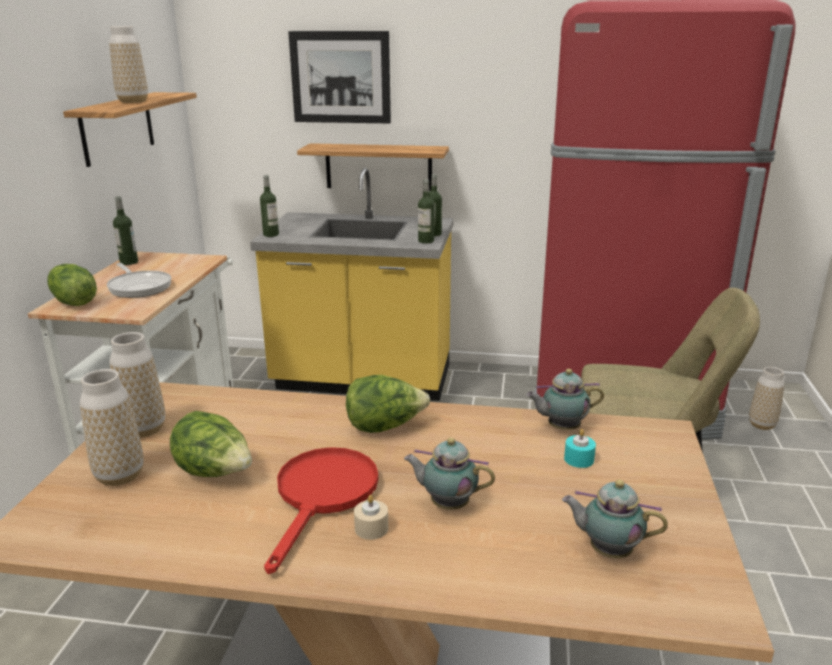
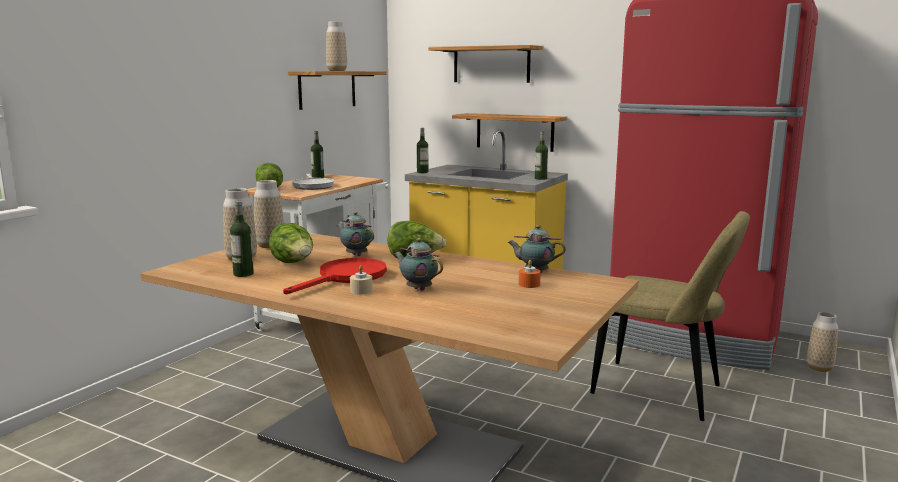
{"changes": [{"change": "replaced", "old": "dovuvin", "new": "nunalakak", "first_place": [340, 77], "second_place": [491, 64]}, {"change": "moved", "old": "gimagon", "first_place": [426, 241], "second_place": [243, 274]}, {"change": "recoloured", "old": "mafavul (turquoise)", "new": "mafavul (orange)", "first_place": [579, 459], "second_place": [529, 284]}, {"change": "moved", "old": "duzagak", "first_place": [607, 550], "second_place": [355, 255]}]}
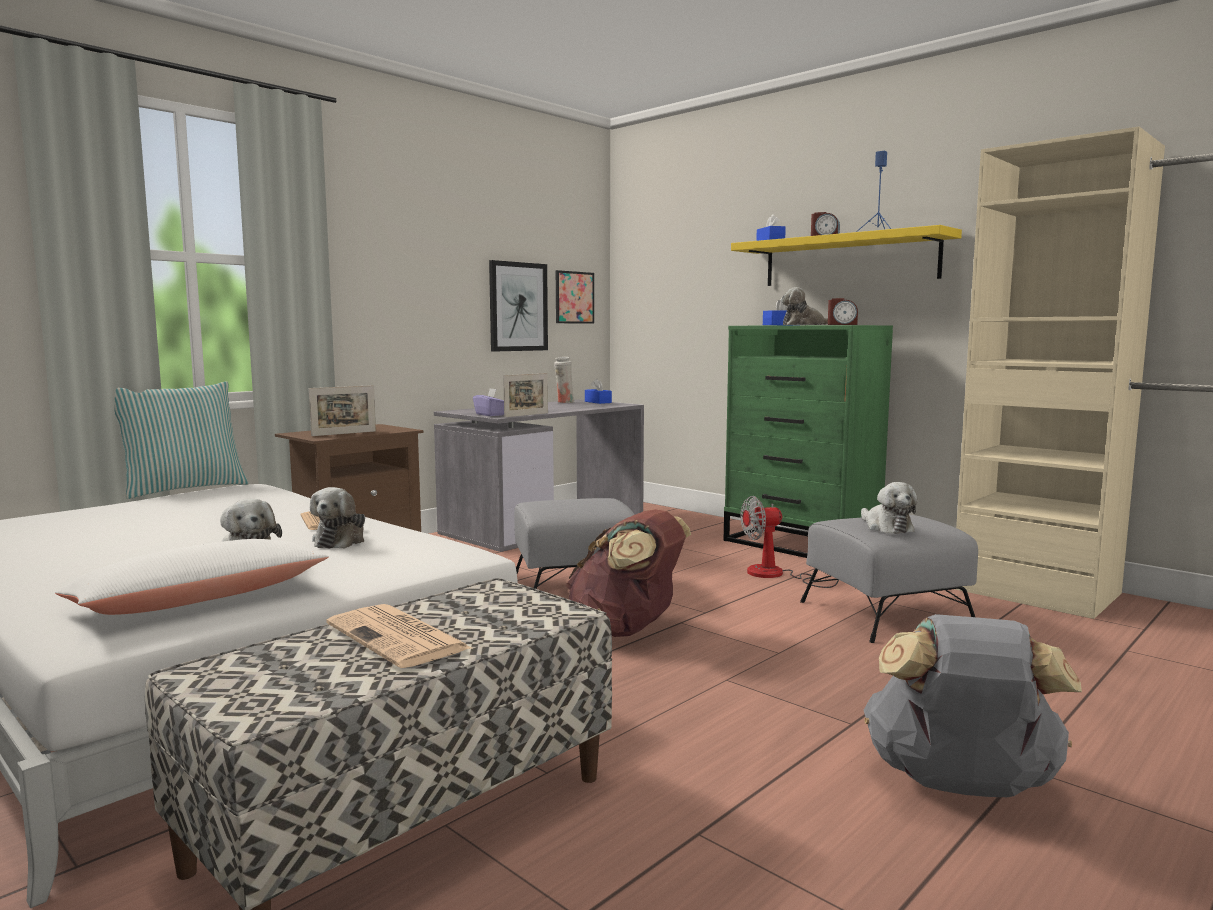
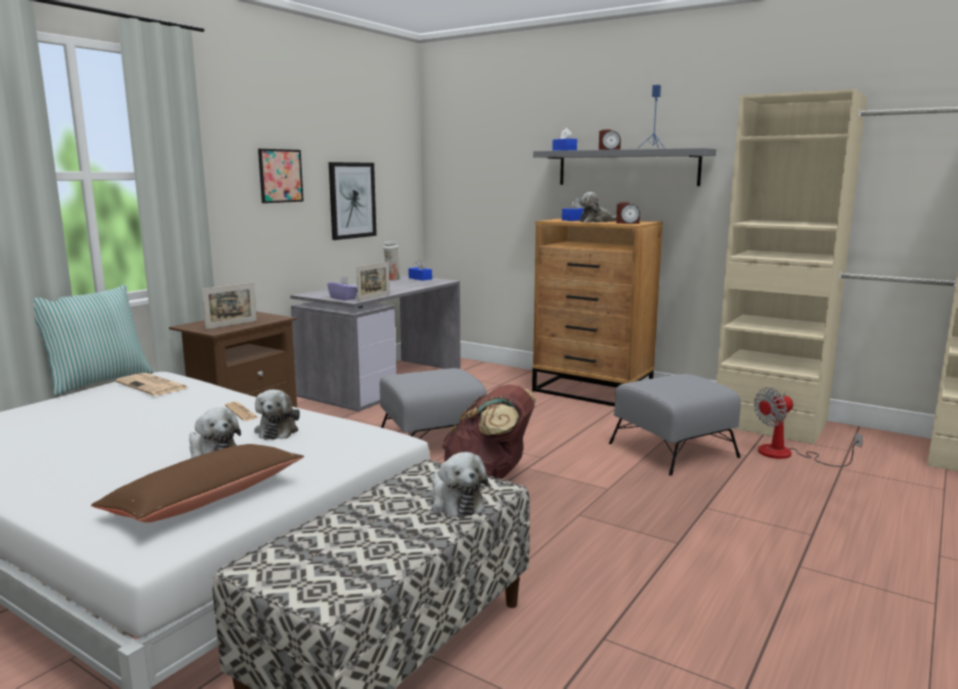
{"changes": [{"change": "recoloured", "old": "nunalakak (yellow)", "new": "nunalakak (grey)", "first_place": [849, 260], "second_place": [627, 168]}, {"change": "moved", "old": "dovuvin", "first_place": [574, 297], "second_place": [280, 176]}, {"change": "recoloured", "old": "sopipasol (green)", "new": "sopipasol (brown)", "first_place": [801, 545], "second_place": [592, 392]}, {"change": "moved", "old": "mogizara", "first_place": [886, 527], "second_place": [455, 503]}, {"change": "moved", "old": "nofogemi", "first_place": [777, 575], "second_place": [787, 455]}, {"change": "recoloured", "old": "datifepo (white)", "new": "datifepo (brown)", "first_place": [199, 600], "second_place": [205, 499]}, {"change": "moved", "old": "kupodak", "first_place": [399, 637], "second_place": [153, 385]}, {"change": "removed", "old": "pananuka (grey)", "first_place": [960, 786]}]}
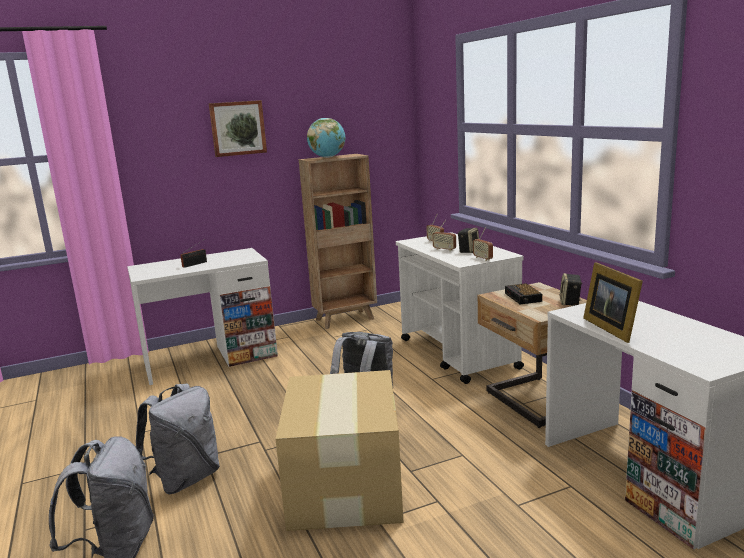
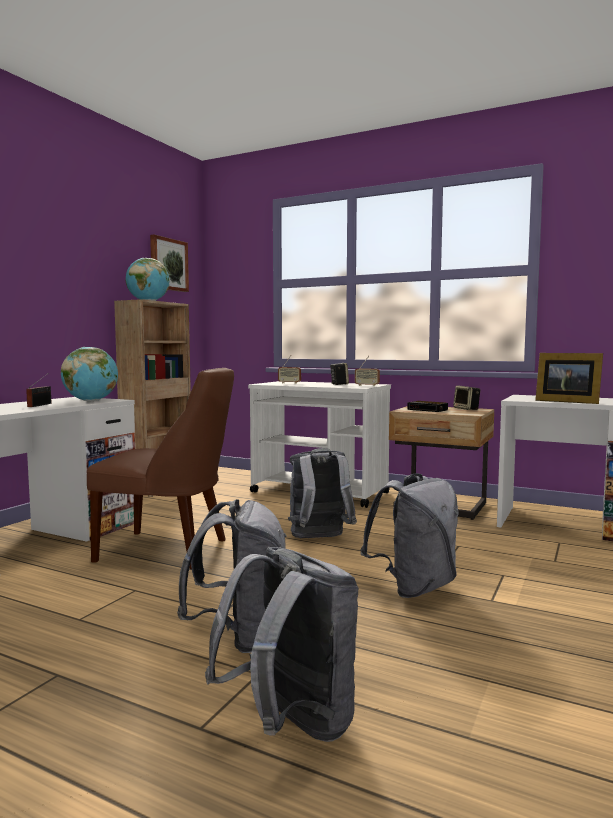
{"changes": [{"change": "moved", "old": "dovuvin", "first_place": [237, 128], "second_place": [168, 264]}, {"change": "removed", "old": "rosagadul", "first_place": [444, 249]}, {"change": "replaced", "old": "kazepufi", "new": "pananuka (grey)", "first_place": [346, 484], "second_place": [414, 587]}, {"change": "added", "new": "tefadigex", "second_place": [91, 401]}, {"change": "added", "new": "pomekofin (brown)", "second_place": [168, 550]}]}
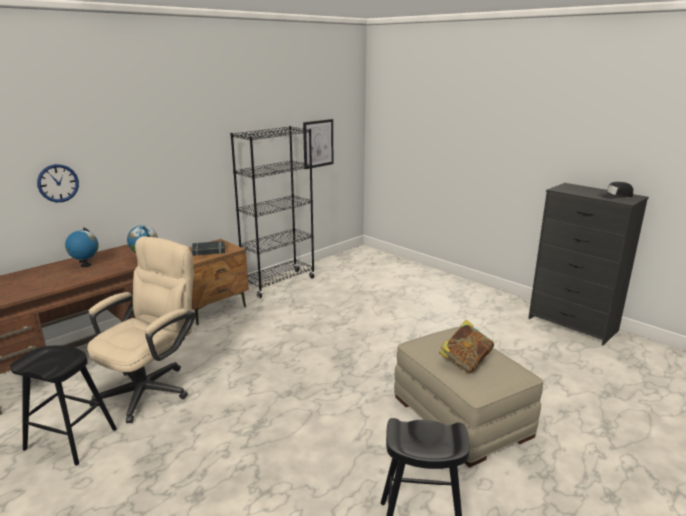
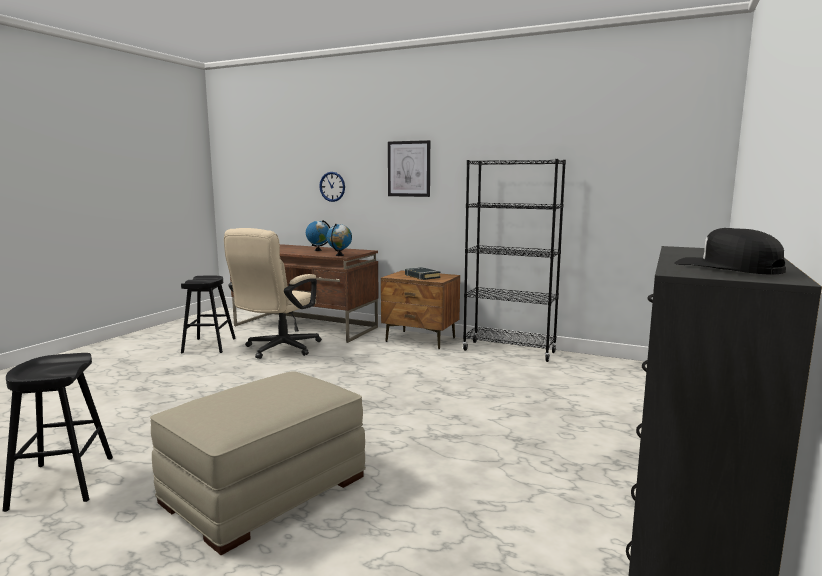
{"changes": [{"change": "moved", "old": "dovuvin", "first_place": [318, 143], "second_place": [409, 169]}, {"change": "turned", "old": "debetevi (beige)", "first_place": [151, 387], "second_place": [278, 349], "degrees": 105}, {"change": "removed", "old": "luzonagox", "first_place": [465, 362]}]}
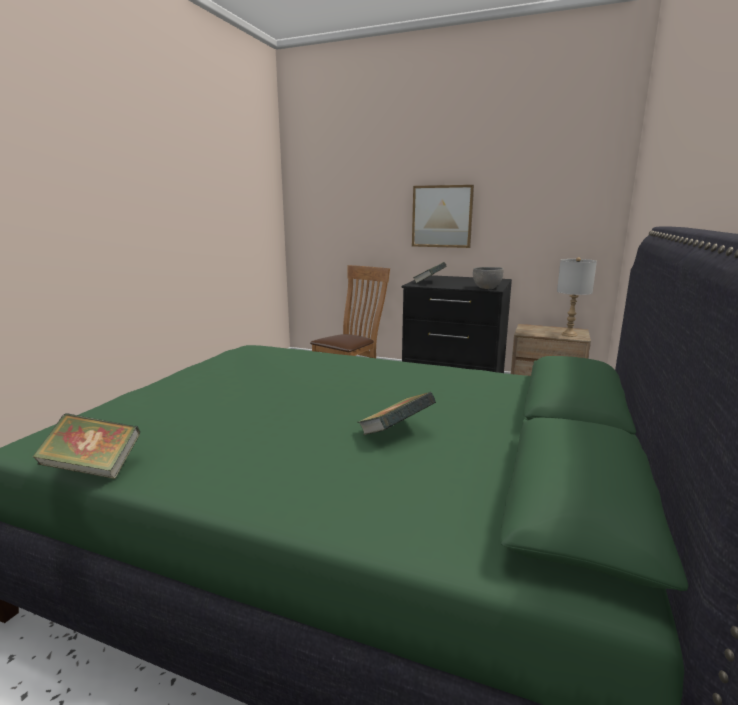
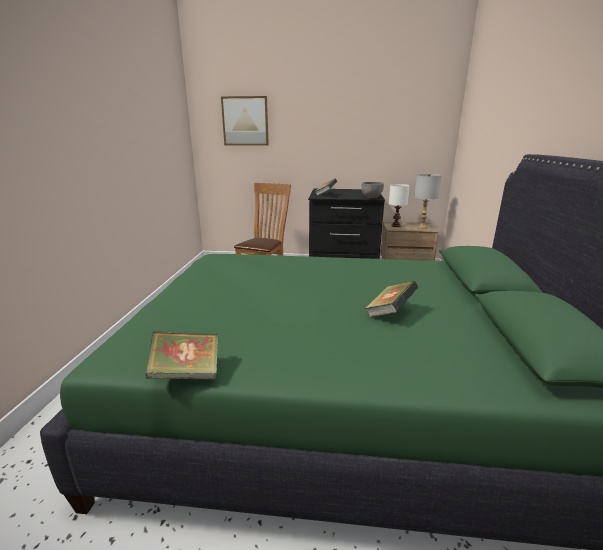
{"changes": [{"change": "moved", "old": "dovuvin", "first_place": [442, 216], "second_place": [245, 121]}, {"change": "added", "new": "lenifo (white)", "second_place": [396, 225]}]}
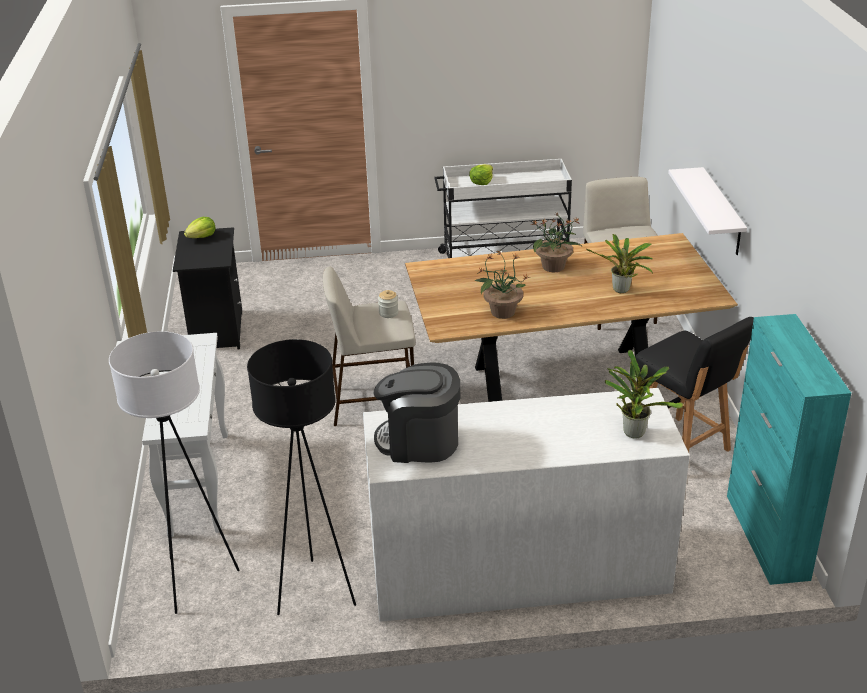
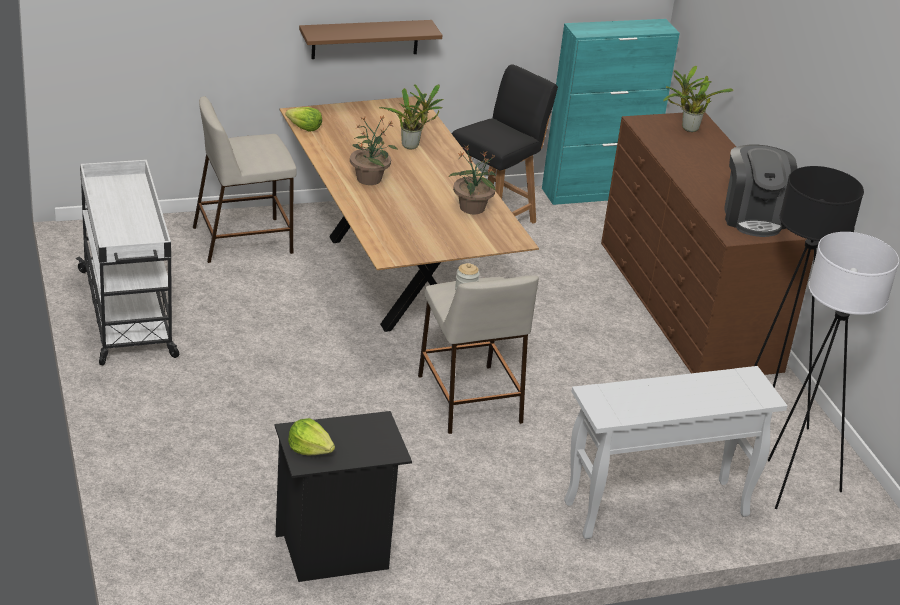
{"changes": [{"change": "moved", "old": "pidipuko", "first_place": [481, 182], "second_place": [304, 128]}, {"change": "recoloured", "old": "nunalakak (white)", "new": "nunalakak (brown)", "first_place": [722, 212], "second_place": [365, 39]}, {"change": "recoloured", "old": "sopipasol (white)", "new": "sopipasol (brown)", "first_place": [517, 569], "second_place": [688, 305]}]}
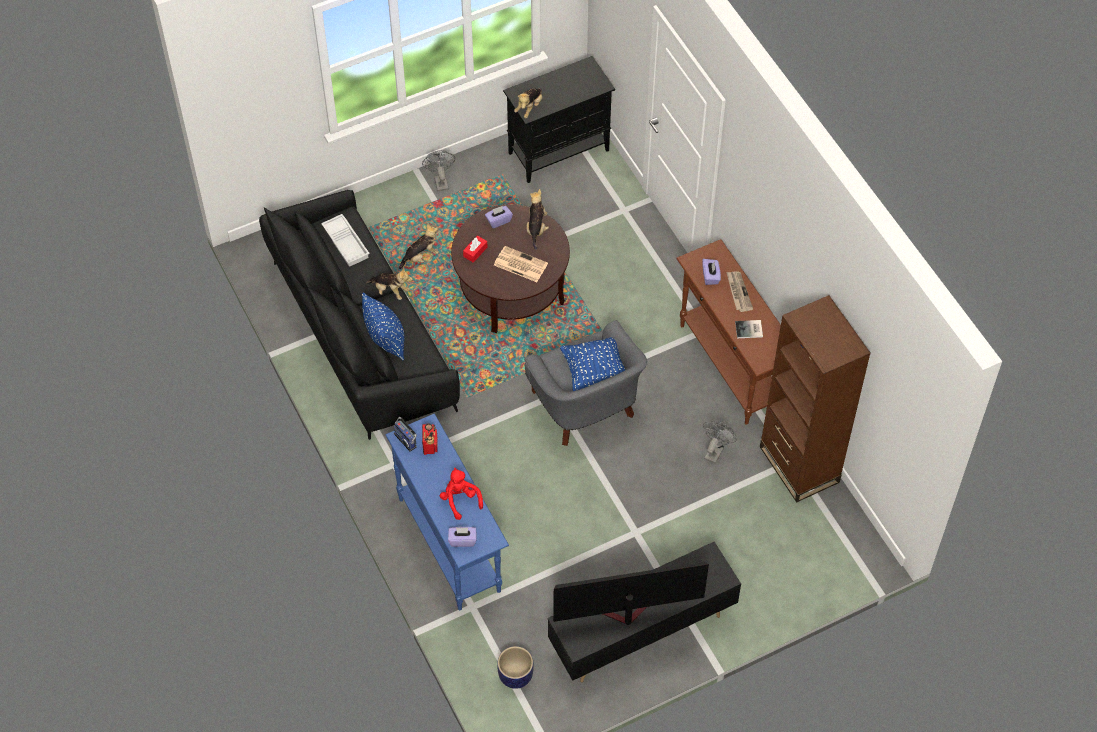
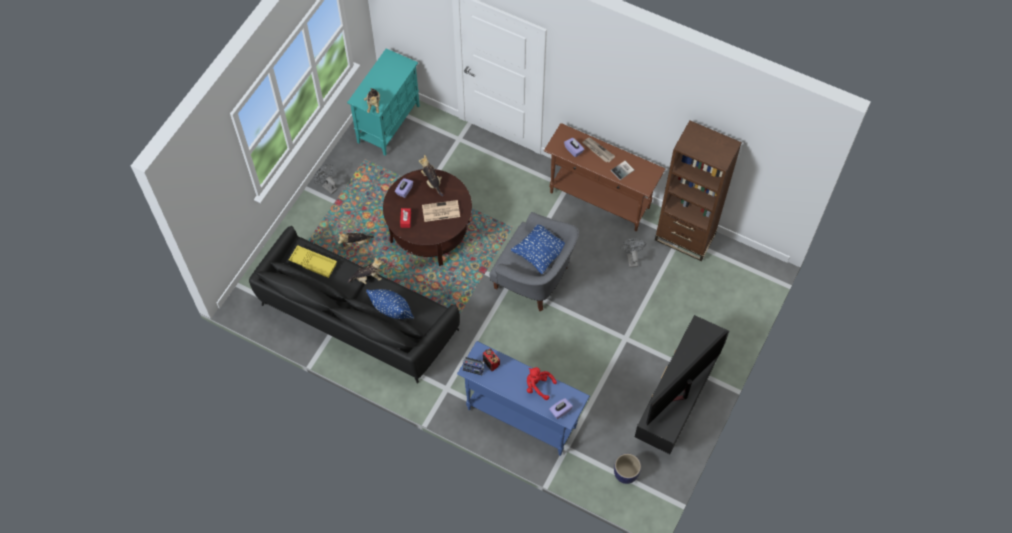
{"changes": [{"change": "recoloured", "old": "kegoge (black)", "new": "kegoge (turquoise)", "first_place": [559, 151], "second_place": [389, 123]}, {"change": "recoloured", "old": "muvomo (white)", "new": "muvomo (yellow)", "first_place": [347, 243], "second_place": [314, 263]}, {"change": "turned", "old": "mogizara", "first_place": [421, 257], "second_place": [355, 243], "degrees": -135}]}
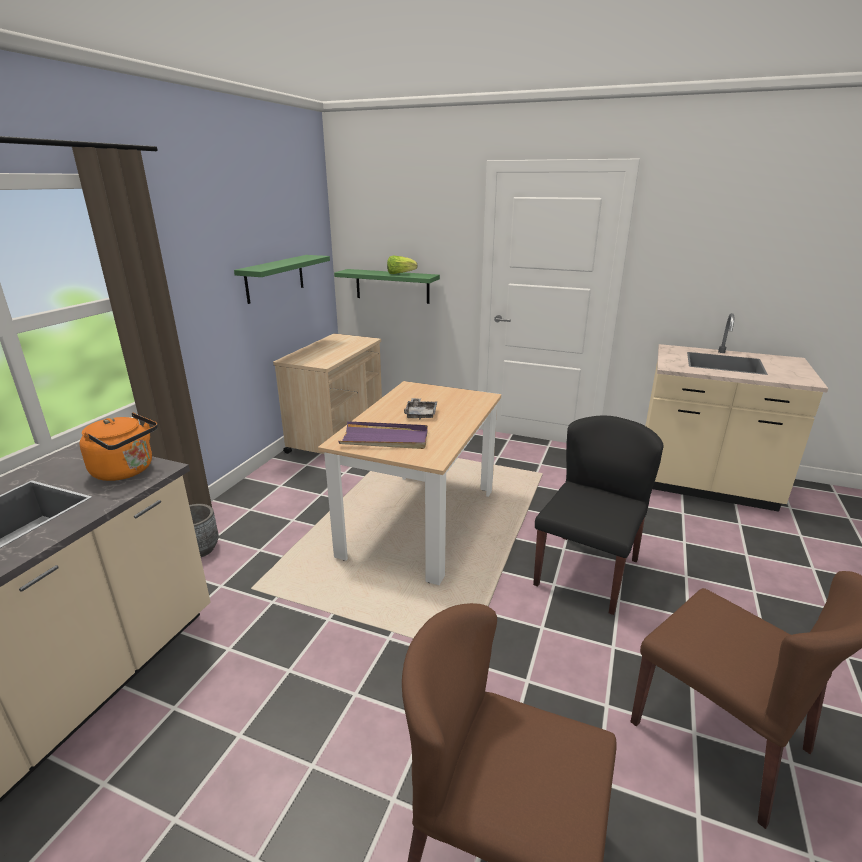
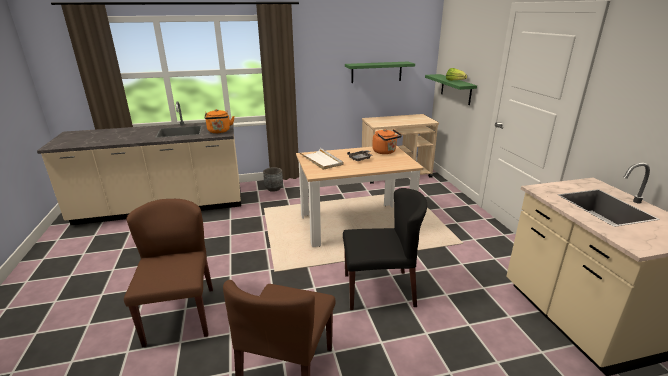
{"changes": [{"change": "recoloured", "old": "muvomo (purple)", "new": "muvomo (white)", "first_place": [385, 439], "second_place": [321, 160]}, {"change": "added", "new": "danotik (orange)", "second_place": [385, 152]}]}
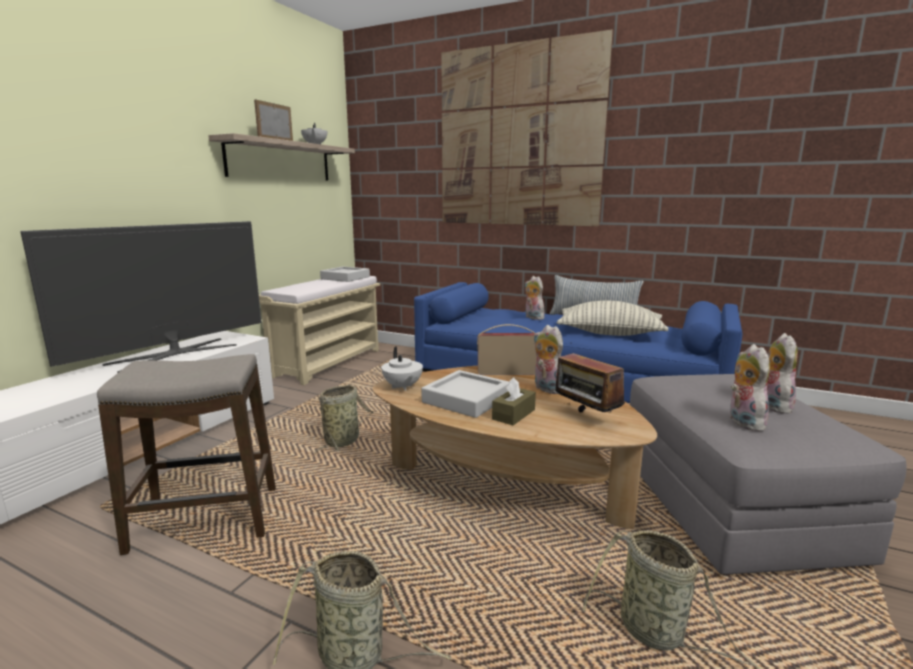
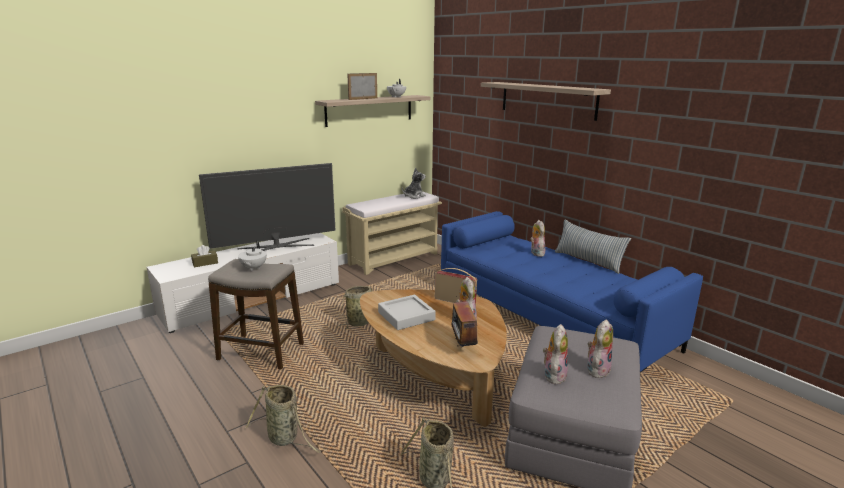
{"changes": [{"change": "replaced", "old": "dovuvin", "new": "nunalakak", "first_place": [518, 137], "second_place": [547, 100]}, {"change": "replaced", "old": "muvomo (grey)", "new": "mogizara", "first_place": [345, 278], "second_place": [414, 196]}, {"change": "removed", "old": "datifepo", "first_place": [609, 333]}, {"change": "moved", "old": "duzagak (white)", "first_place": [402, 387], "second_place": [253, 268]}, {"change": "moved", "old": "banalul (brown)", "first_place": [513, 414], "second_place": [205, 263]}]}
